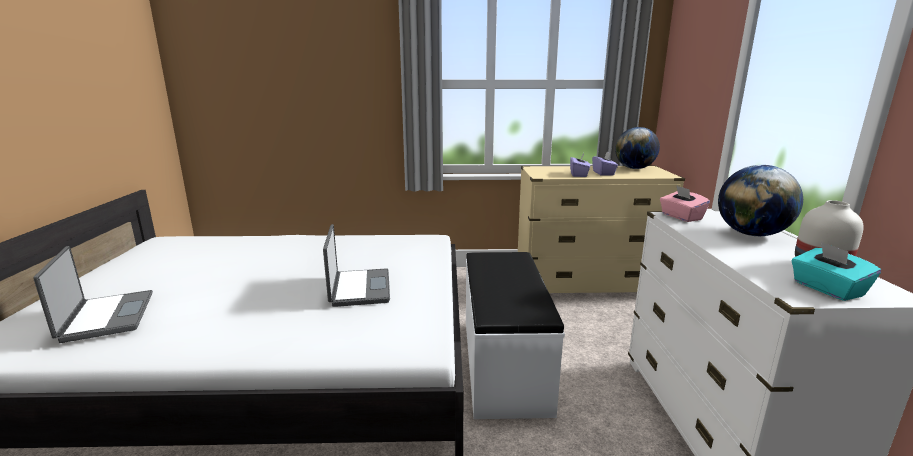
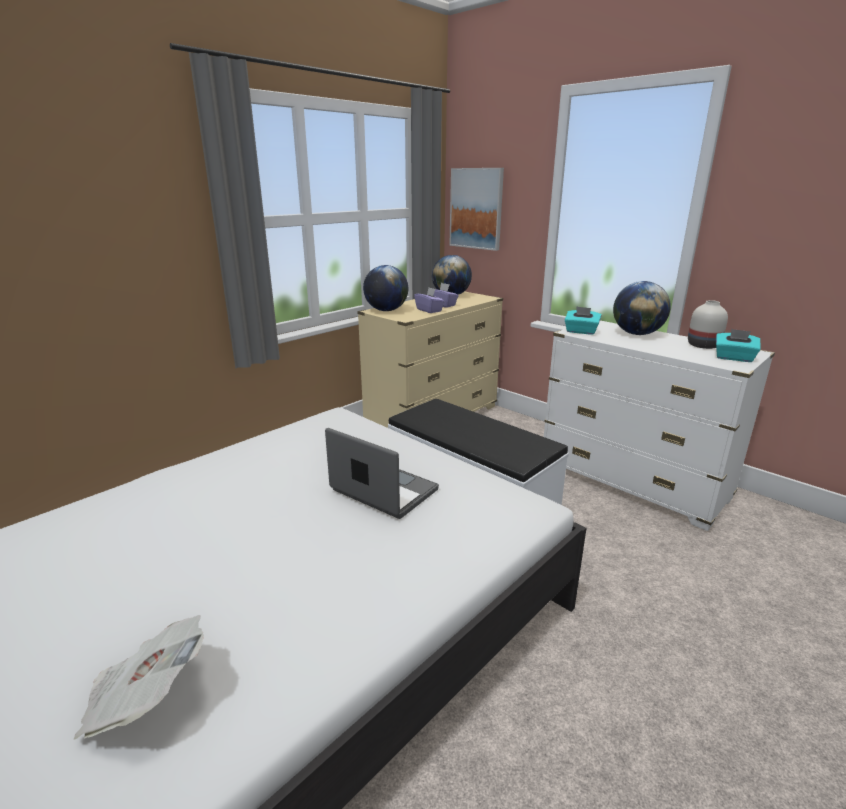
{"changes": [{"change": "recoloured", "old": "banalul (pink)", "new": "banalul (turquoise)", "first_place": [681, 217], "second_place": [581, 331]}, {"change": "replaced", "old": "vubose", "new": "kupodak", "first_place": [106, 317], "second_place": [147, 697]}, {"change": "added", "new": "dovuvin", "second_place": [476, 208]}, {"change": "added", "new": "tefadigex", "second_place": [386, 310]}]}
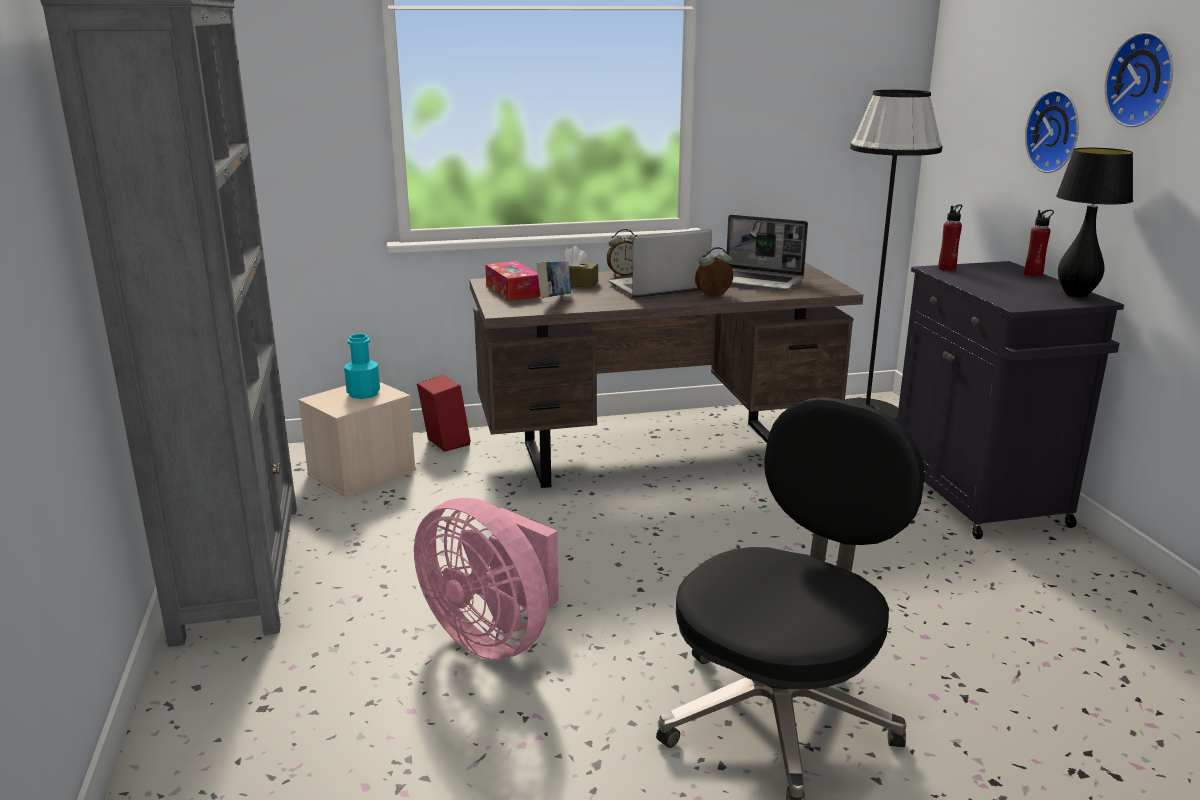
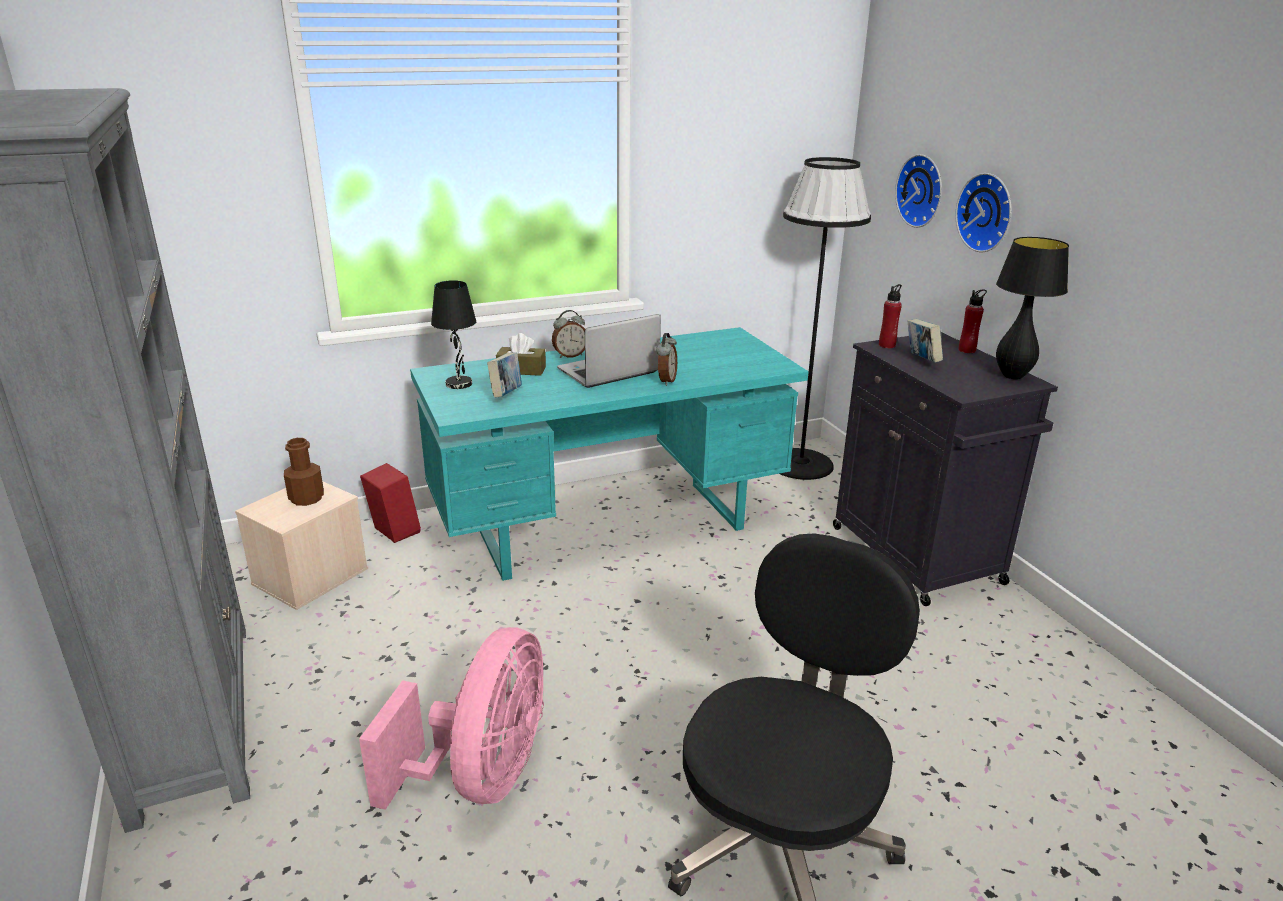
{"changes": [{"change": "moved", "old": "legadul", "first_place": [1144, 80], "second_place": [922, 191]}, {"change": "removed", "old": "vubose", "first_place": [757, 281]}, {"change": "turned", "old": "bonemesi", "first_place": [713, 296], "second_place": [666, 381], "degrees": 135}, {"change": "replaced", "old": "banalul", "new": "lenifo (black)", "first_place": [512, 290], "second_place": [459, 384]}, {"change": "recoloured", "old": "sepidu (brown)", "new": "sepidu (turquoise)", "first_place": [658, 452], "second_place": [611, 527]}, {"change": "recoloured", "old": "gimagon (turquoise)", "new": "gimagon (brown)", "first_place": [363, 393], "second_place": [306, 498]}, {"change": "turned", "old": "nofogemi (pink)", "first_place": [493, 636], "second_place": [482, 776], "degrees": -105}, {"change": "added", "new": "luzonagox", "second_place": [921, 360]}]}
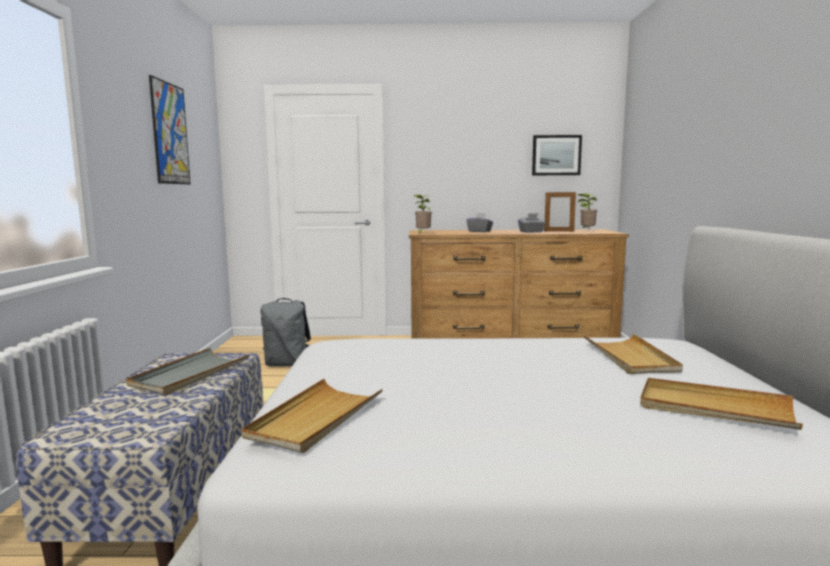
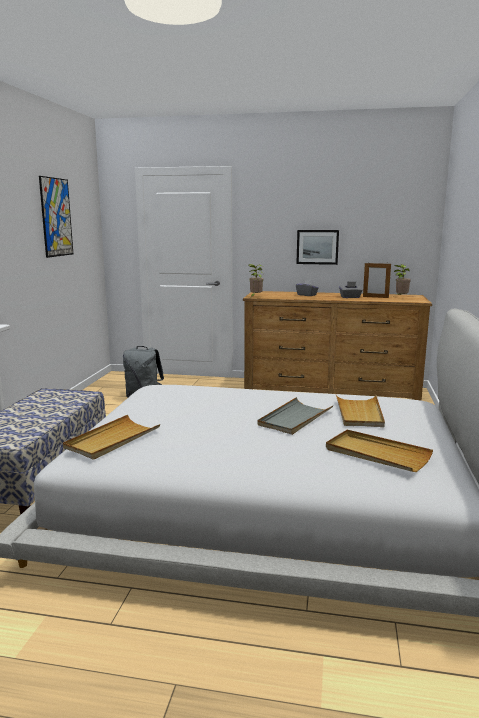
{"changes": [{"change": "moved", "old": "dovuvin", "first_place": [556, 155], "second_place": [317, 247]}, {"change": "moved", "old": "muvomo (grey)", "first_place": [190, 374], "second_place": [295, 418]}]}
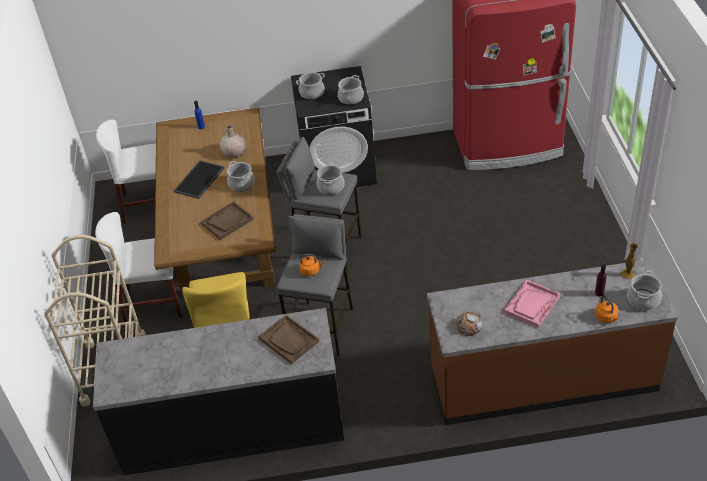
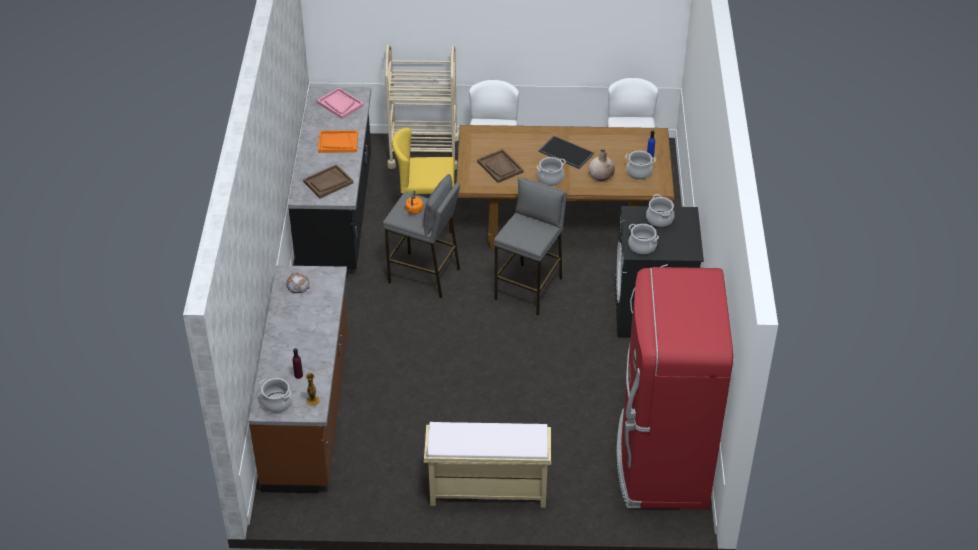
{"changes": [{"change": "moved", "old": "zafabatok", "first_place": [330, 187], "second_place": [639, 172]}, {"change": "moved", "old": "muvomo (pink)", "first_place": [532, 304], "second_place": [340, 104]}, {"change": "removed", "old": "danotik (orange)", "first_place": [606, 317]}, {"change": "added", "new": "muvomo (orange)", "second_place": [338, 143]}, {"change": "added", "new": "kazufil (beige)", "second_place": [487, 490]}]}
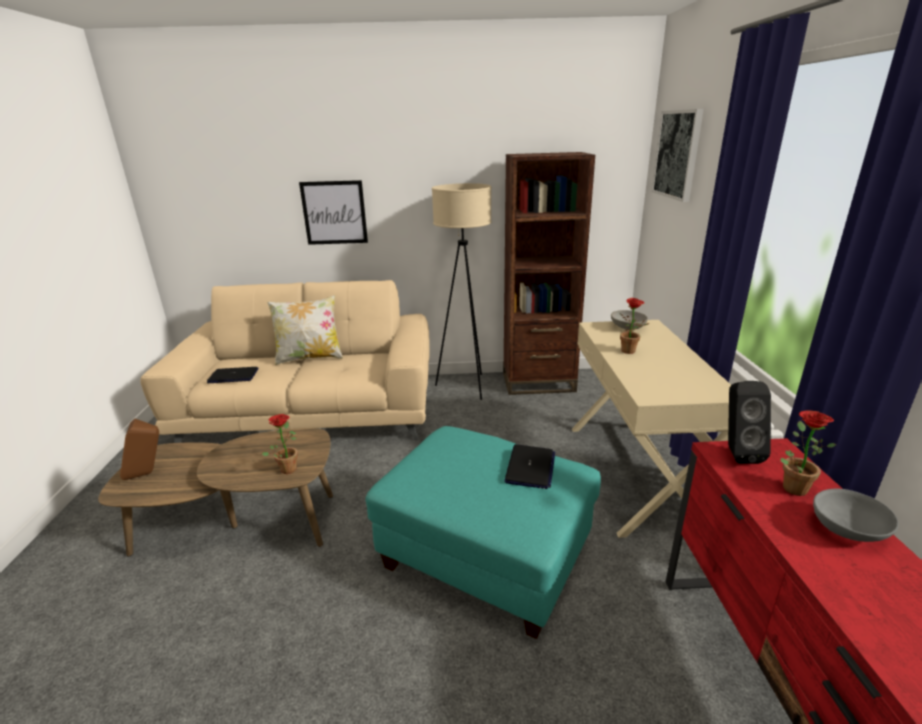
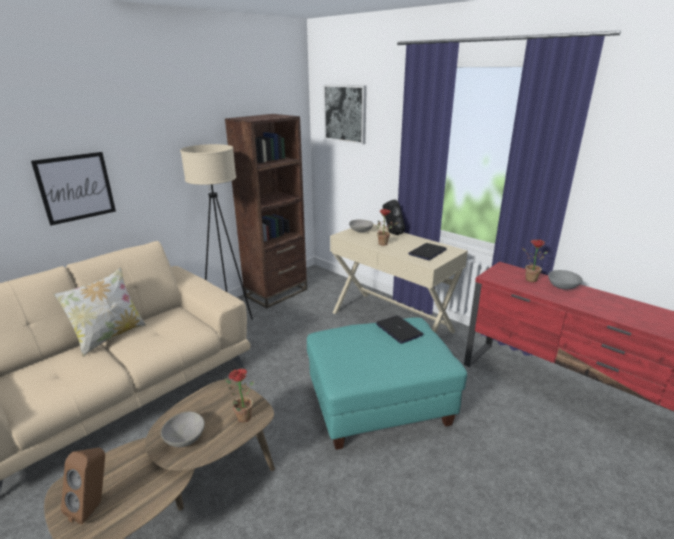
{"changes": [{"change": "moved", "old": "vubose", "first_place": [234, 376], "second_place": [427, 252]}, {"change": "moved", "old": "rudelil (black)", "first_place": [736, 453], "second_place": [391, 233]}, {"change": "added", "new": "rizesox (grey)", "second_place": [184, 438]}]}
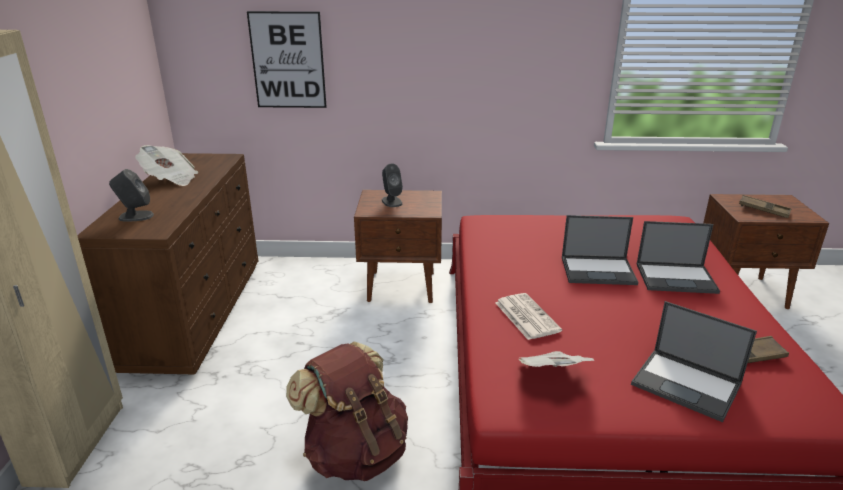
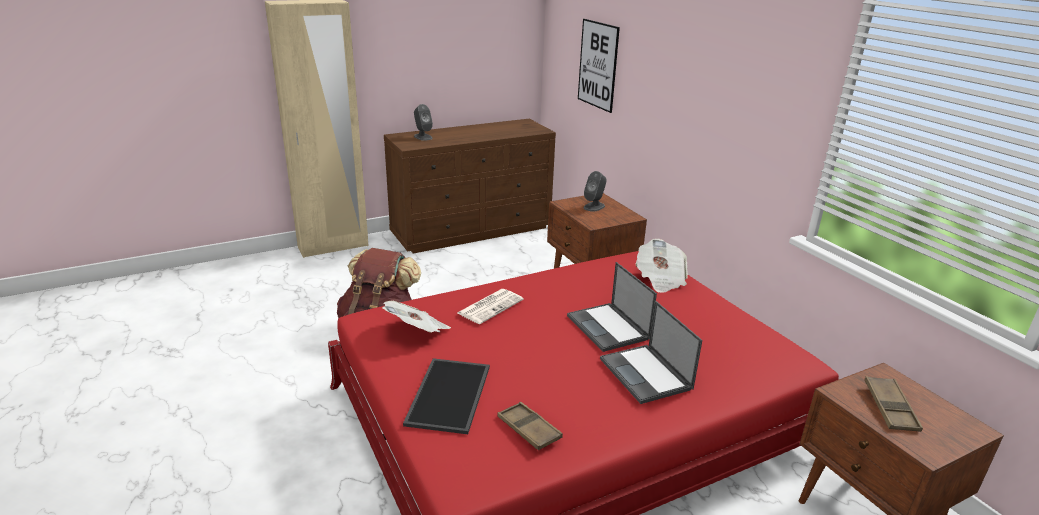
{"changes": [{"change": "moved", "old": "kupodak", "first_place": [170, 179], "second_place": [660, 279]}, {"change": "replaced", "old": "vubose", "new": "muvomo", "first_place": [687, 384], "second_place": [450, 396]}]}
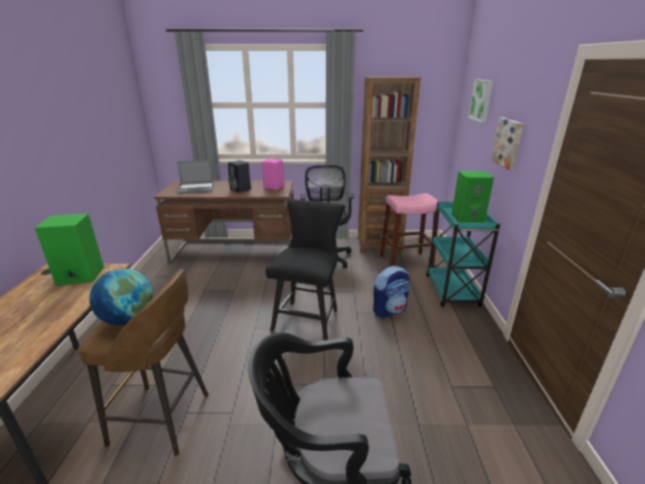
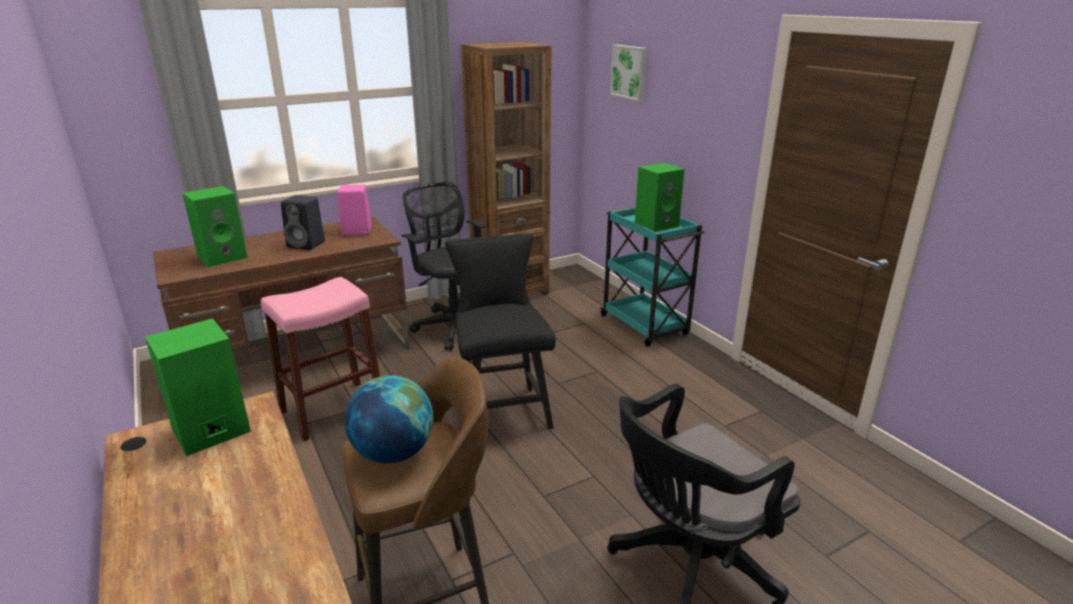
{"changes": [{"change": "removed", "old": "dovuvin", "first_place": [508, 142]}, {"change": "replaced", "old": "vubose", "new": "rudelil (green)", "first_place": [197, 188], "second_place": [223, 257]}, {"change": "moved", "old": "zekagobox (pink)", "first_place": [406, 261], "second_place": [332, 410]}, {"change": "removed", "old": "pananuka", "first_place": [389, 310]}]}
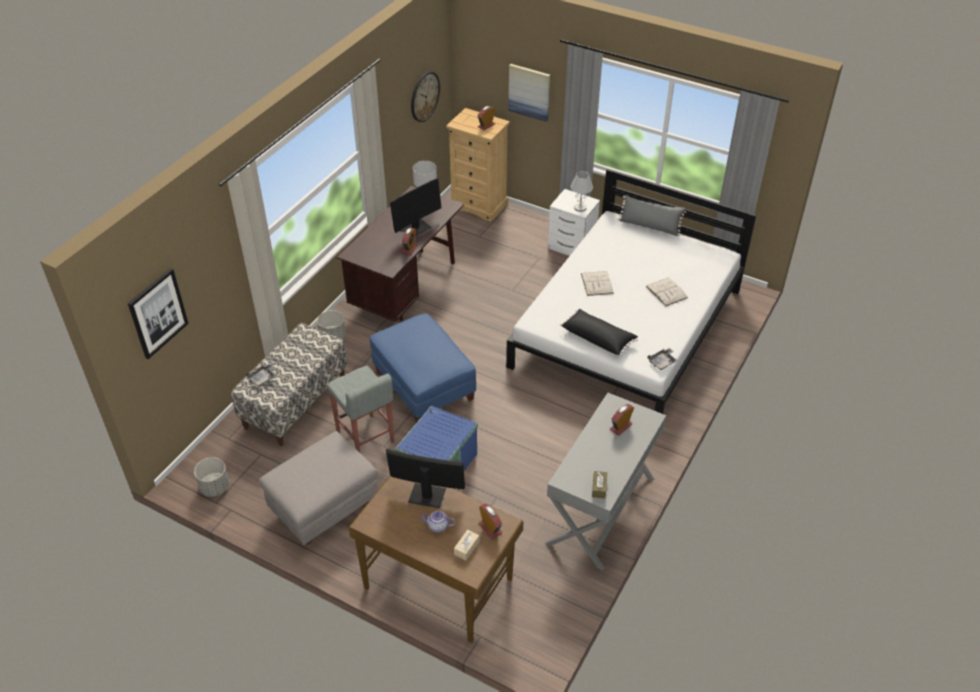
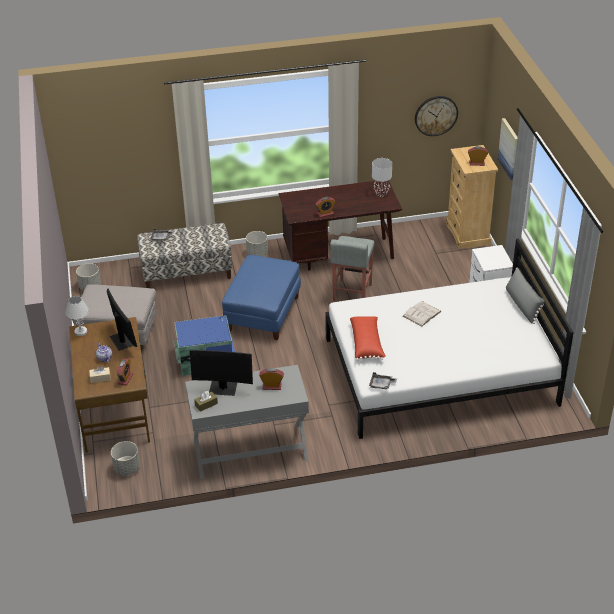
{"changes": [{"change": "moved", "old": "lenifo (white)", "first_place": [580, 208], "second_place": [80, 331]}, {"change": "moved", "old": "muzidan", "first_place": [416, 228], "second_place": [223, 388]}, {"change": "removed", "old": "dovuvin", "first_place": [157, 313]}, {"change": "removed", "old": "luzonagox (white)", "first_place": [666, 292]}, {"change": "recoloured", "old": "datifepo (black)", "new": "datifepo (red)", "first_place": [598, 338], "second_place": [367, 343]}, {"change": "moved", "old": "zekagobox (grey)", "first_place": [365, 437], "second_place": [352, 293]}, {"change": "added", "new": "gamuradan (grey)", "second_place": [127, 468]}]}
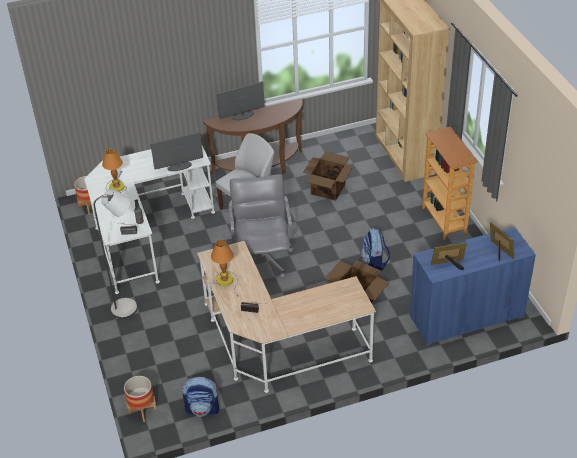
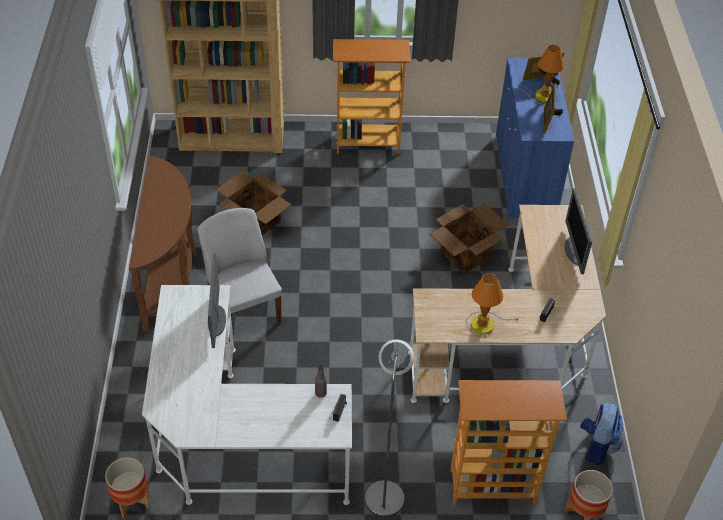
{"changes": [{"change": "moved", "old": "muzidan", "first_place": [242, 116], "second_place": [573, 251]}, {"change": "moved", "old": "lenifo", "first_place": [116, 186], "second_place": [542, 96]}, {"change": "removed", "old": "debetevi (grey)", "first_place": [262, 260]}, {"change": "removed", "old": "pananuka", "first_place": [374, 263]}, {"change": "added", "new": "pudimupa", "second_place": [492, 488]}]}
